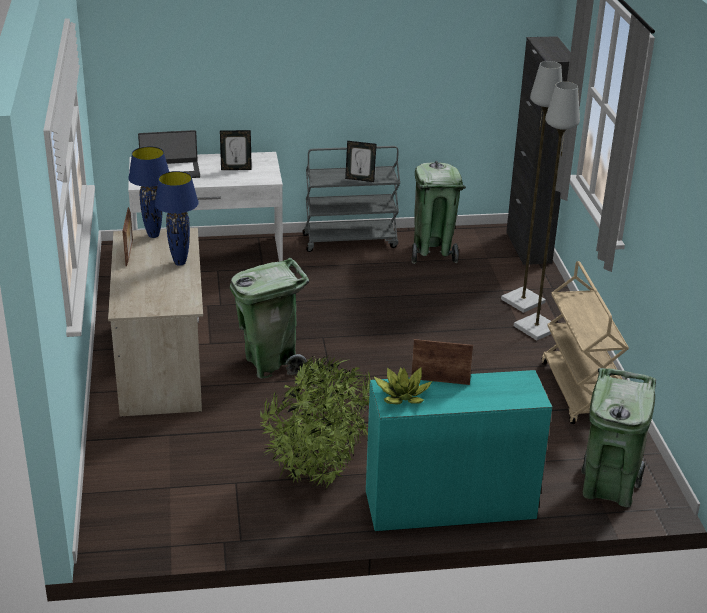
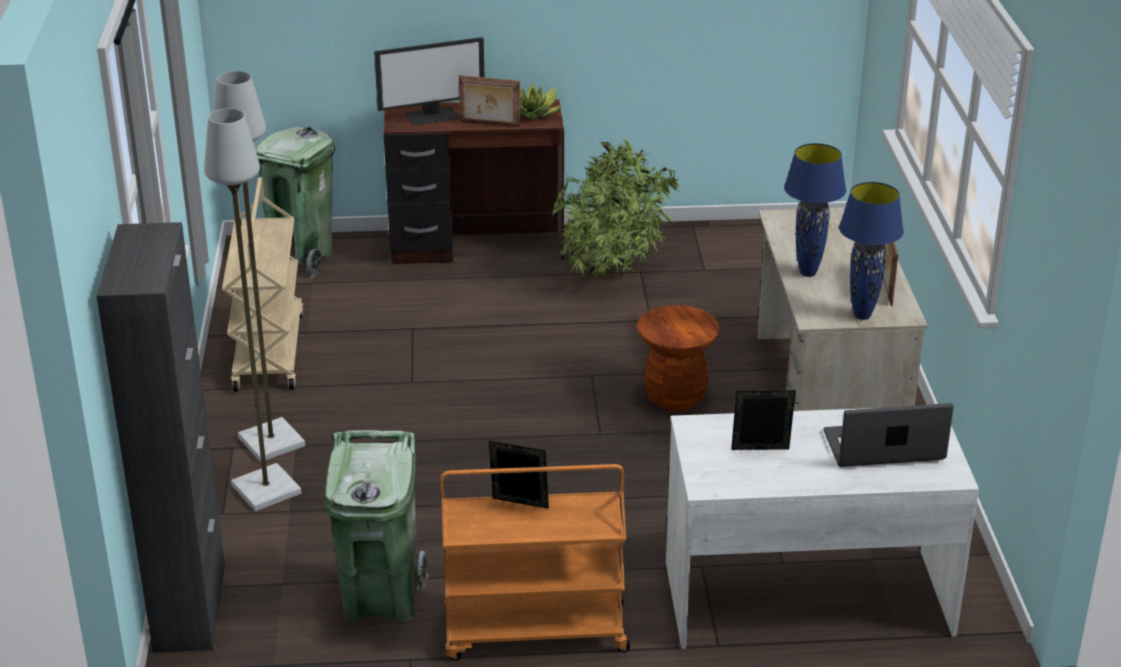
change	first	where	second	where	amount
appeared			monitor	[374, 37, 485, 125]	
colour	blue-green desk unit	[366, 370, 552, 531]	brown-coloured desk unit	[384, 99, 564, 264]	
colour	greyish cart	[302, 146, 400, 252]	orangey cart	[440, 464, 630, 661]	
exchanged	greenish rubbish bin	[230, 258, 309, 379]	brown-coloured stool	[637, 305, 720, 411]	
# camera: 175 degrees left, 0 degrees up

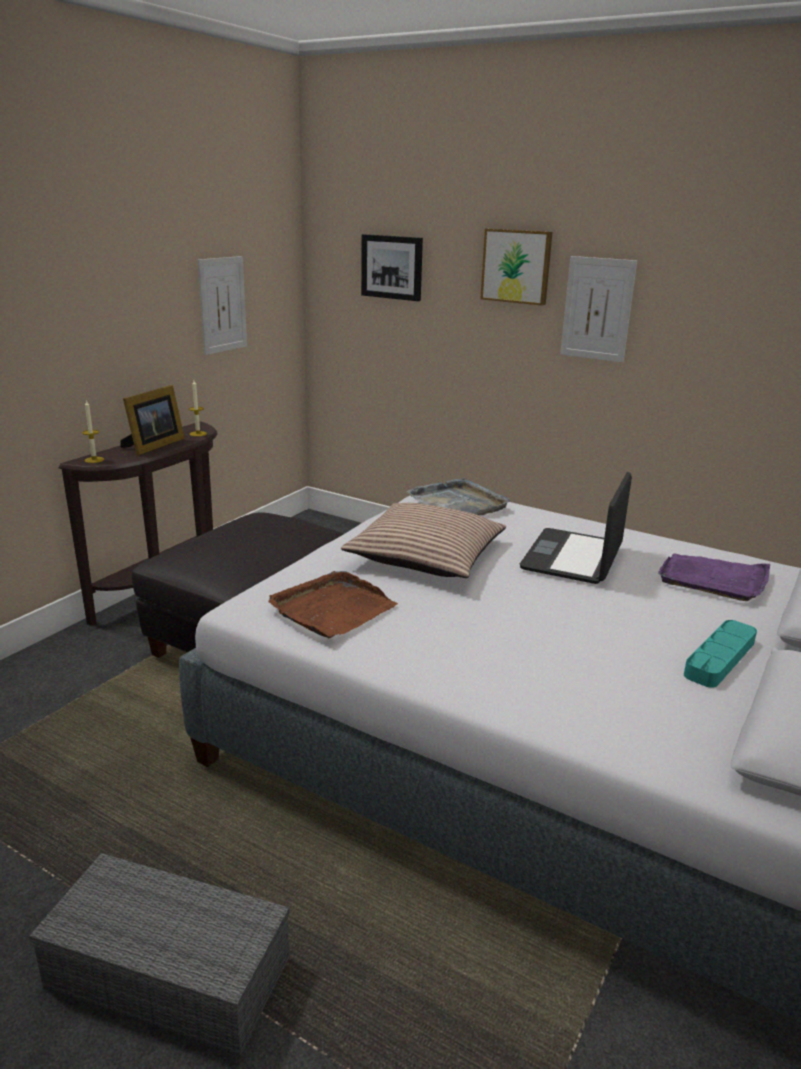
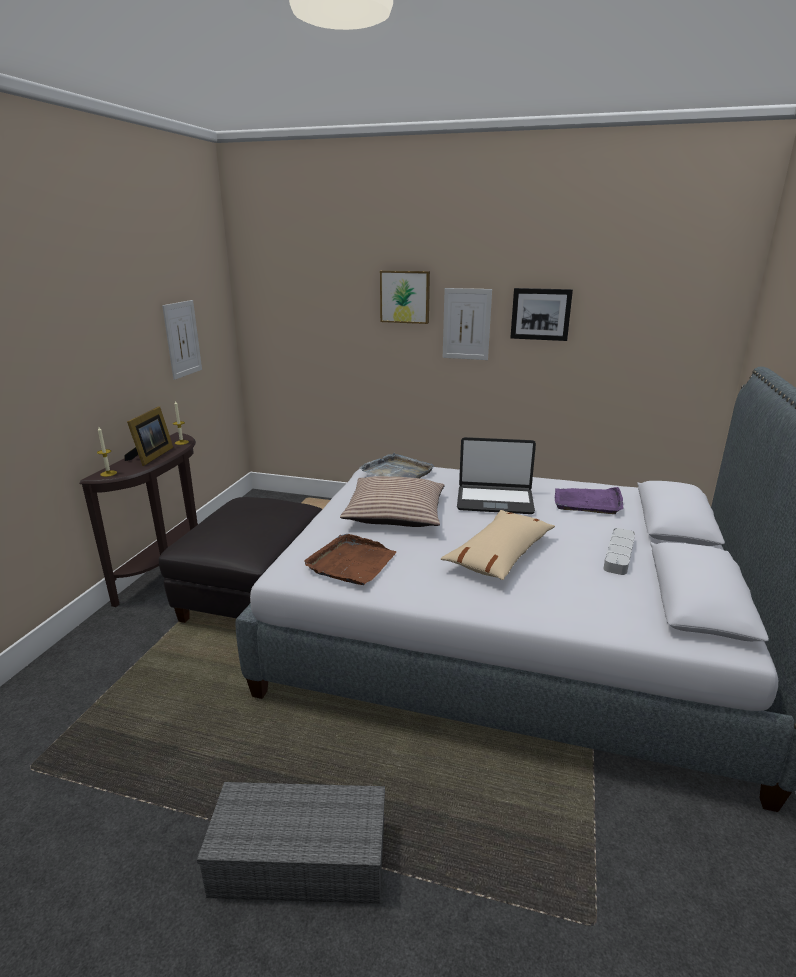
change	first	where	second	where	amount
appeared			sand-coloured cushion	[441, 510, 555, 580]	
spun	portable computer	[520, 472, 632, 584]		[457, 437, 536, 514]	90 degrees counterclockwise
relocated	wall picture	[361, 234, 423, 301]		[510, 288, 573, 341]	
colour	blue-green carrying tray	[684, 620, 757, 688]	greyish carrying tray	[603, 528, 635, 575]	
# camera: 15 degrees left, 0 degrees up

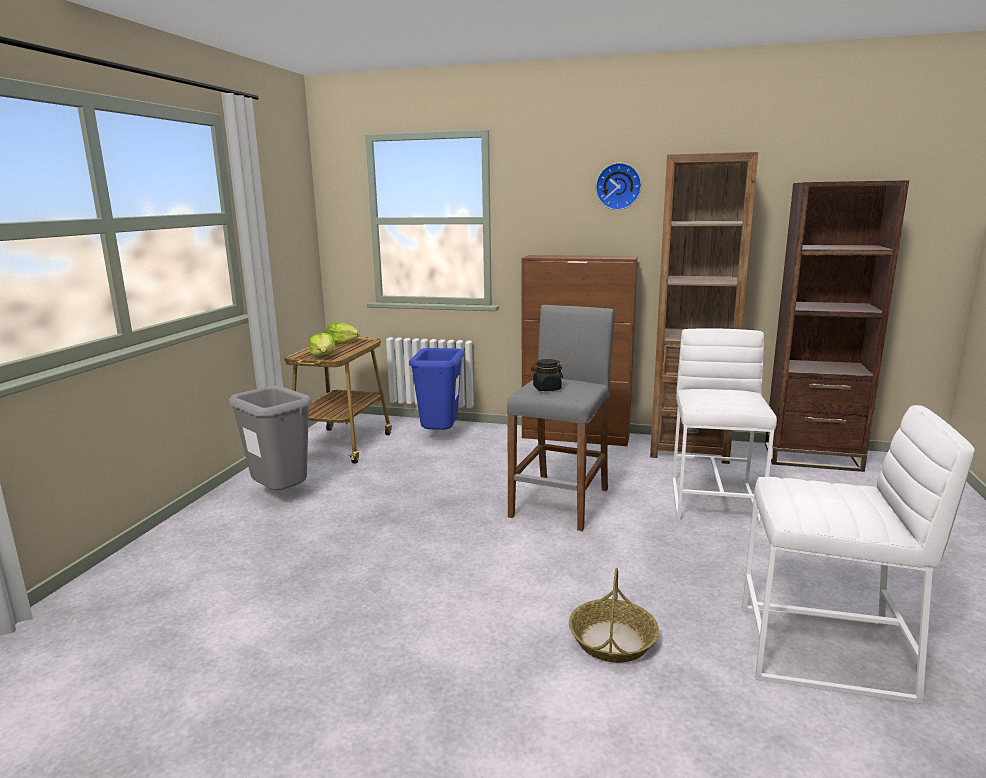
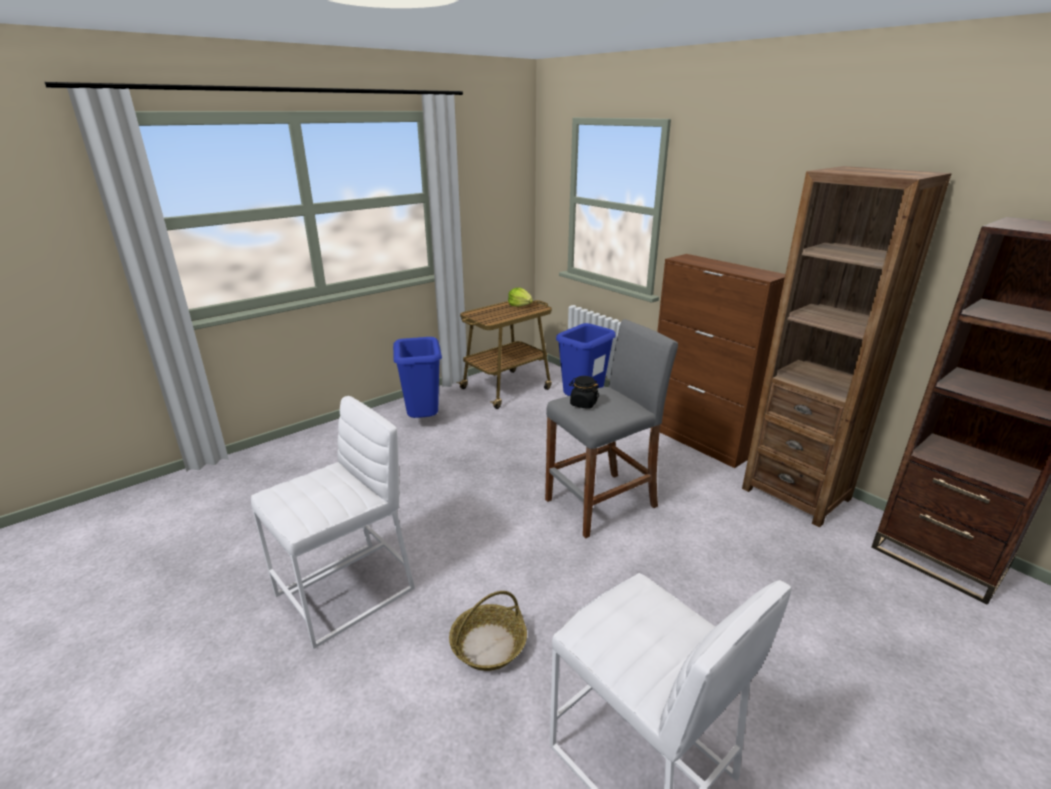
change	first	where	second	where	amount
relocated	white-coloured stool	[672, 328, 777, 527]		[251, 396, 415, 649]	
colour	greyish rubbish bin	[229, 386, 312, 490]	bluish rubbish bin	[393, 337, 442, 418]	
missing	lettuce head	[309, 333, 335, 356]			
missing	wall clock	[596, 163, 642, 210]			
# camera: 35 degrees right, 10 degrees up

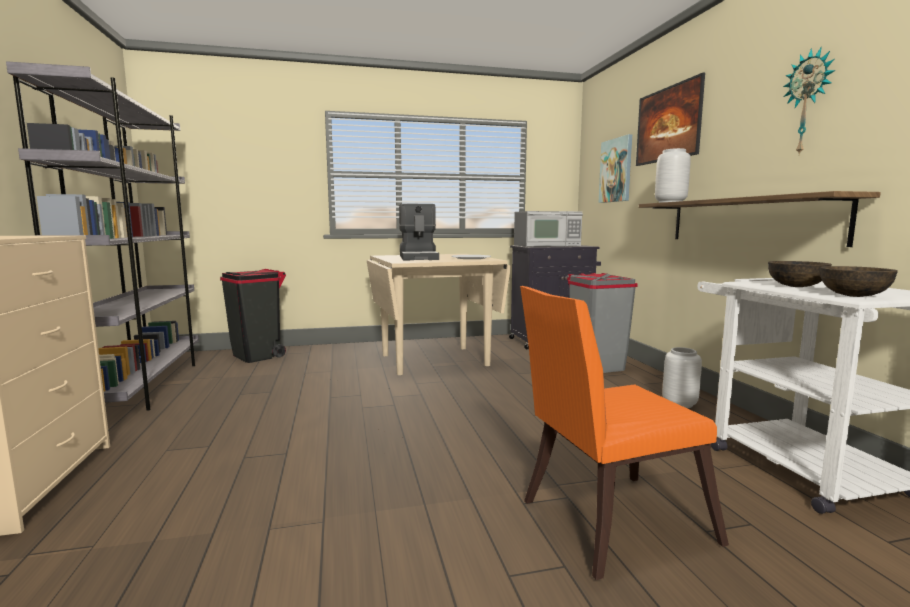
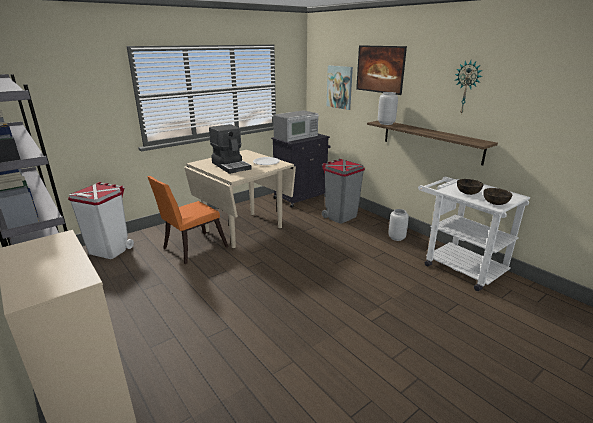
change	first	where	second	where	amount
colour	black-coloured rubbish bin	[220, 269, 286, 363]	white-coloured rubbish bin	[68, 182, 134, 259]	
relocated	orangey chair	[520, 286, 729, 580]		[147, 176, 228, 264]	
# camera: 25 degrees left, 15 degrees up

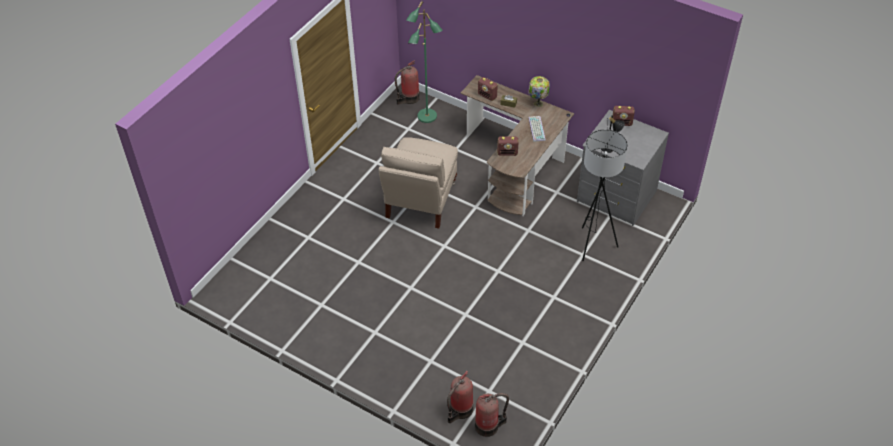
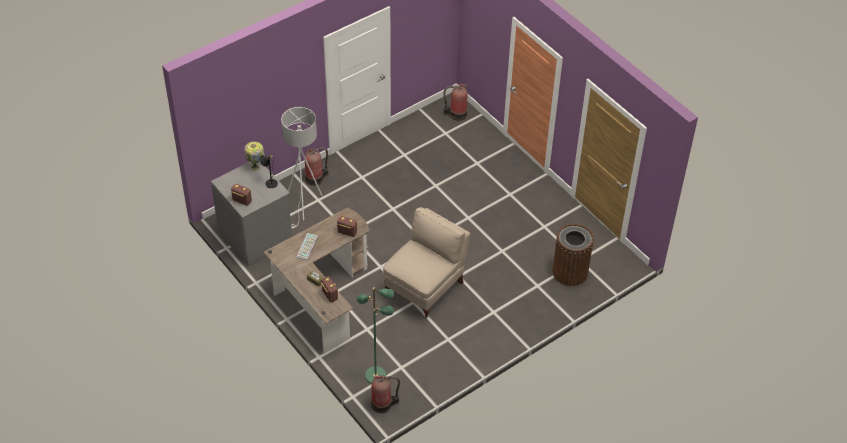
change	first	where	second	where	amount
relocated	table lamp	[528, 76, 550, 107]		[244, 141, 265, 171]	
colour	black-coloured standing lamp	[582, 129, 628, 261]	white-coloured standing lamp	[281, 107, 322, 228]	
relocated	extinguisher	[447, 371, 473, 423]		[305, 148, 328, 186]	
appeared			brown-coloured rubbish bin	[552, 223, 594, 286]	
# camera: 160 degrees left, 0 degrees up

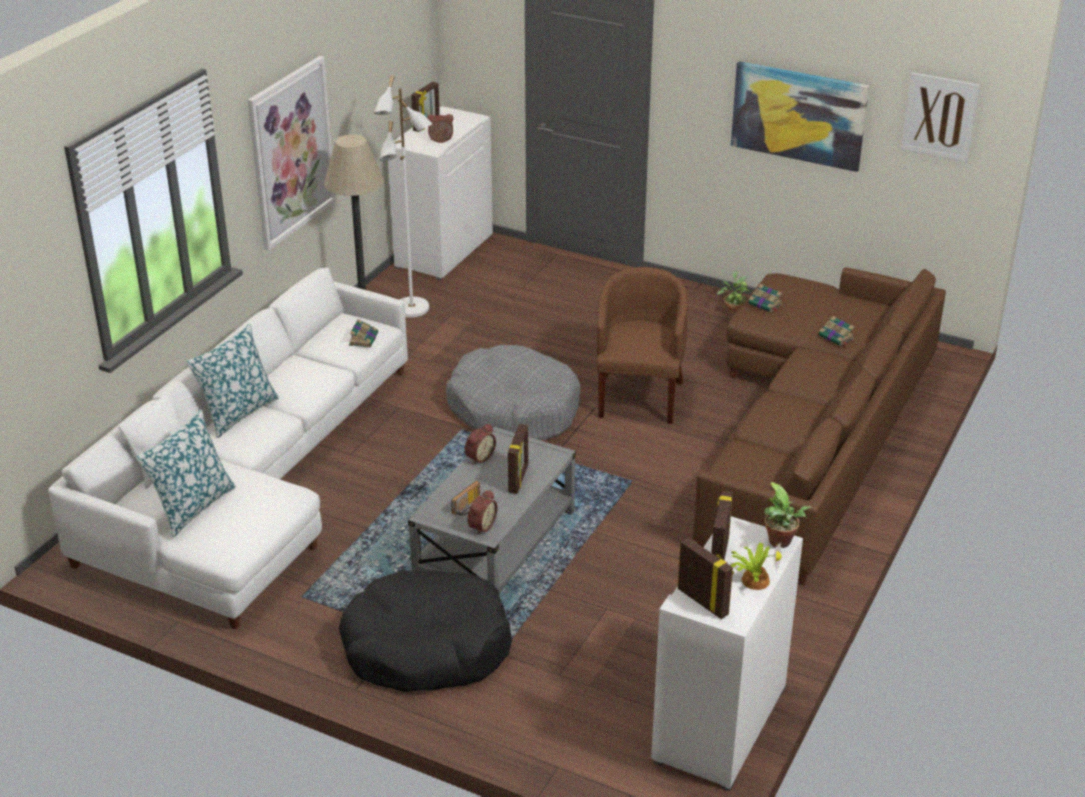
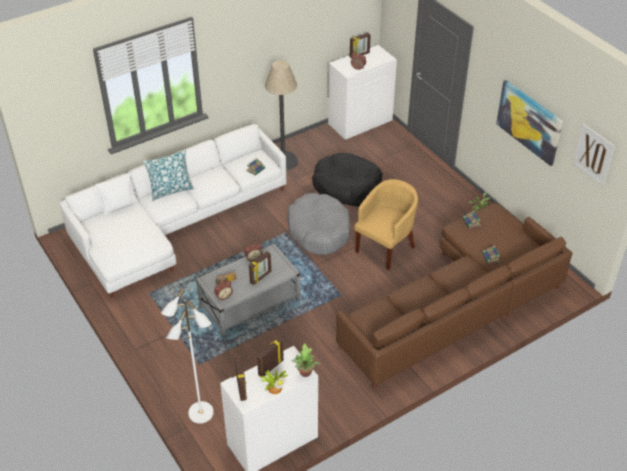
change	first	where	second	where	amount
relocated	white-coloured standing lamp	[374, 75, 433, 317]		[161, 289, 214, 424]	
relocated	black-coloured dog bed	[339, 570, 512, 692]		[312, 153, 383, 206]	
colour	brown-coloured easy chair	[597, 267, 688, 424]	yellow-coloured easy chair	[354, 179, 418, 270]	
missing	cushion	[136, 409, 236, 537]			
missing	wall picture	[248, 56, 336, 251]			
# camera: 30 degrees right, 10 degrees up

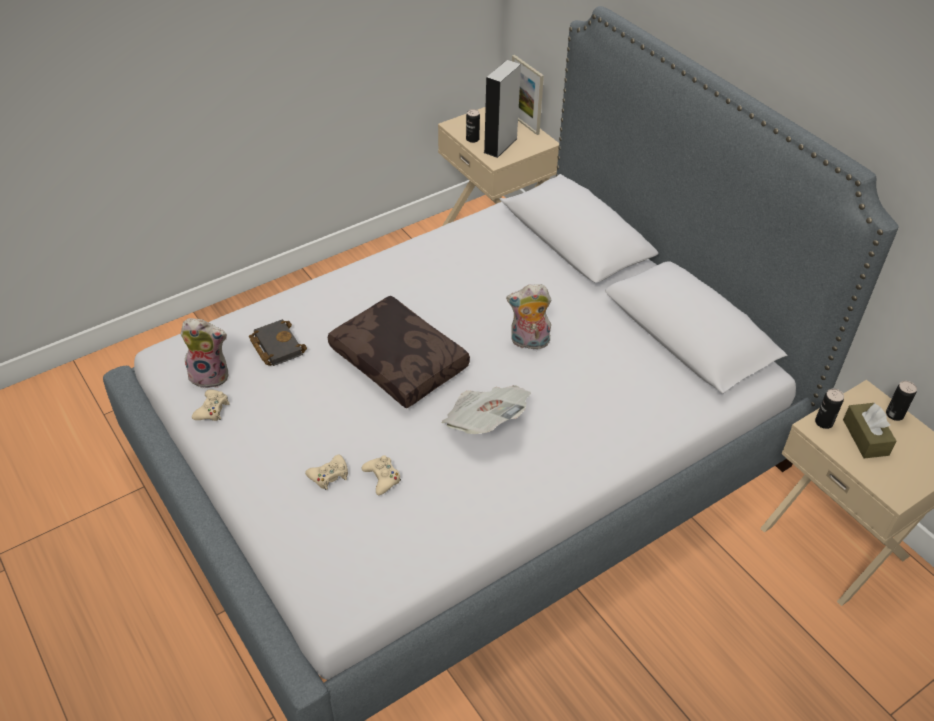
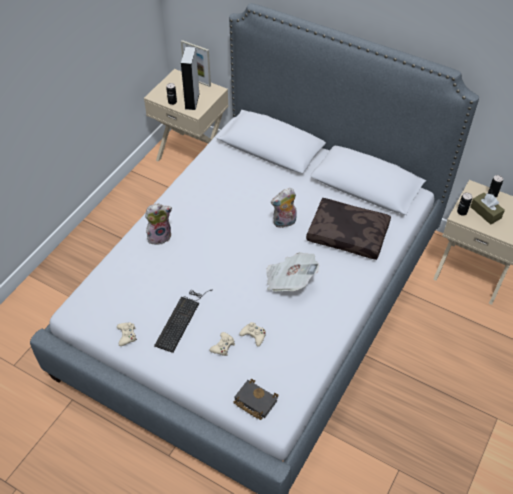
change	first	where	second	where	amount
relocated	soft toy	[180, 318, 229, 388]		[145, 203, 172, 245]	
appeared			PC keyboard	[154, 289, 213, 353]	
relocated	black-coloured book	[249, 319, 307, 366]		[233, 379, 279, 420]	
relocated	brown-coloured cushion	[328, 295, 470, 409]		[306, 198, 391, 260]	
# camera: 25 degrees left, 5 degrees up

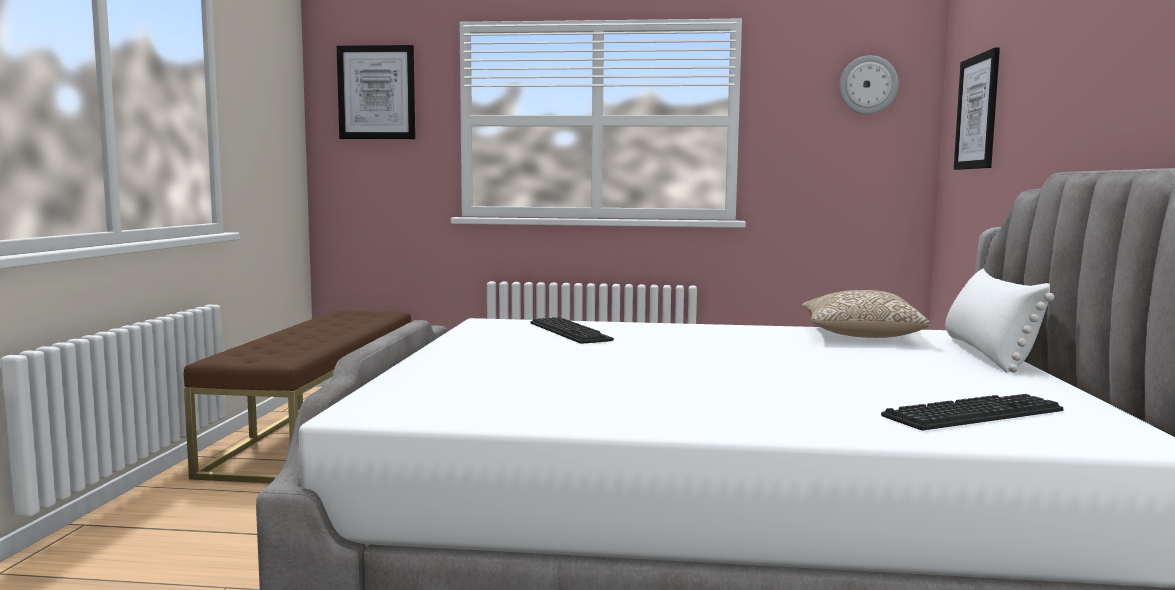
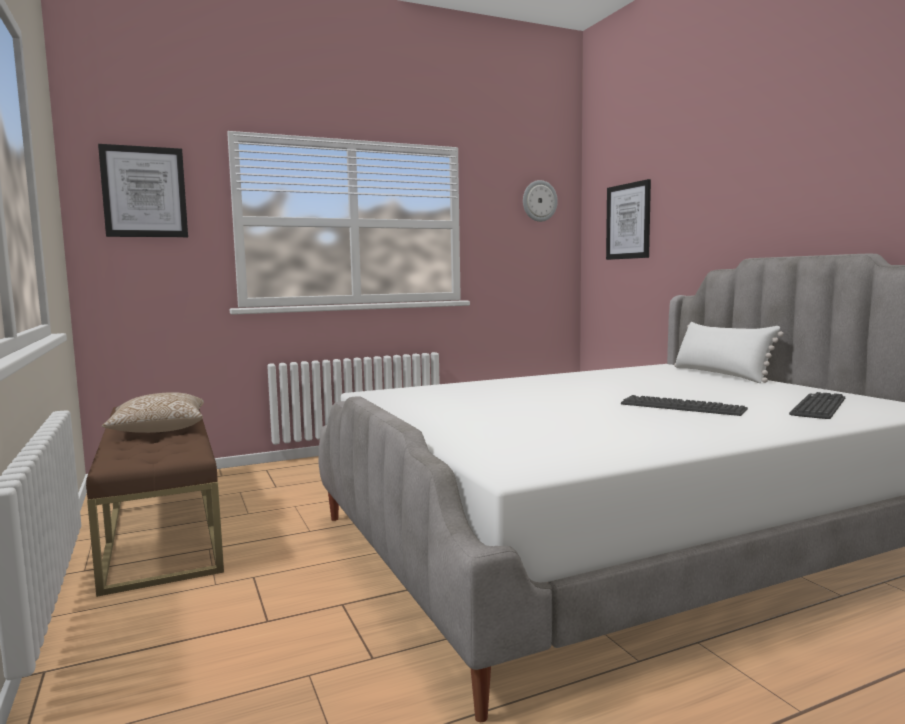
change	first	where	second	where	amount
relocated	cushion	[802, 290, 930, 338]		[102, 392, 204, 433]	
relocated	PC keyboard	[530, 317, 614, 343]		[621, 395, 748, 416]	
# camera: 30 degrees left, 0 degrees up

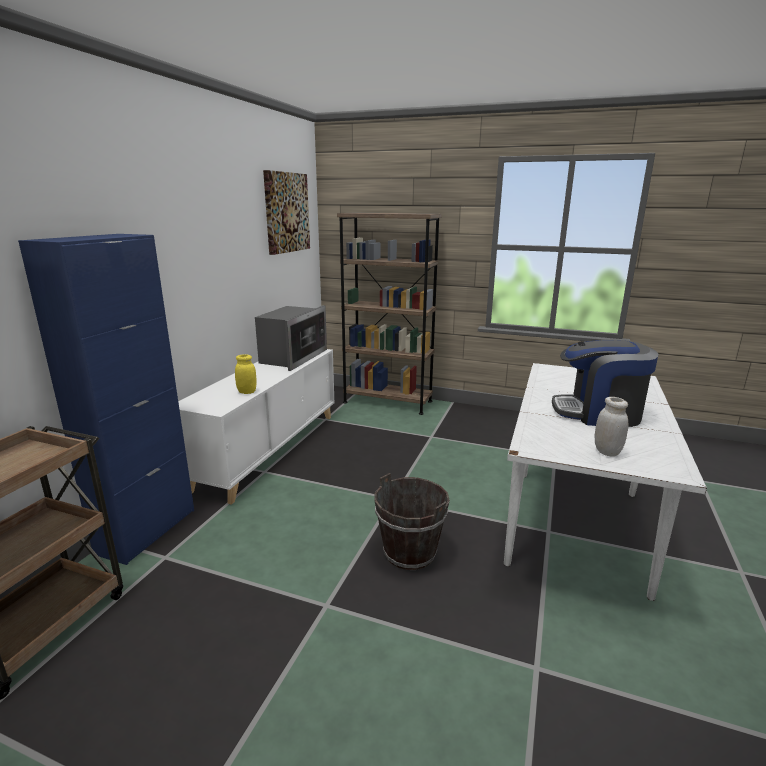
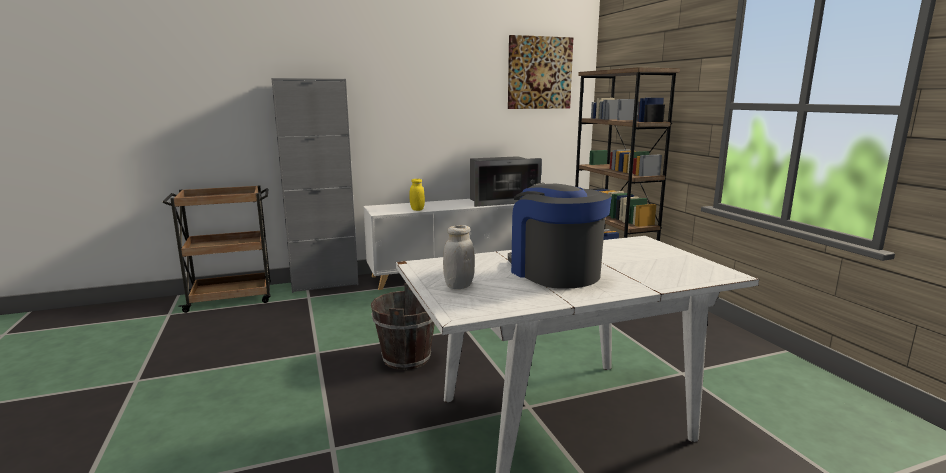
change	first	where	second	where	amount
colour	bluish cupboard	[18, 234, 194, 565]	greyish cupboard	[271, 78, 358, 293]	
# camera: 50 degrees right, 5 degrees down

